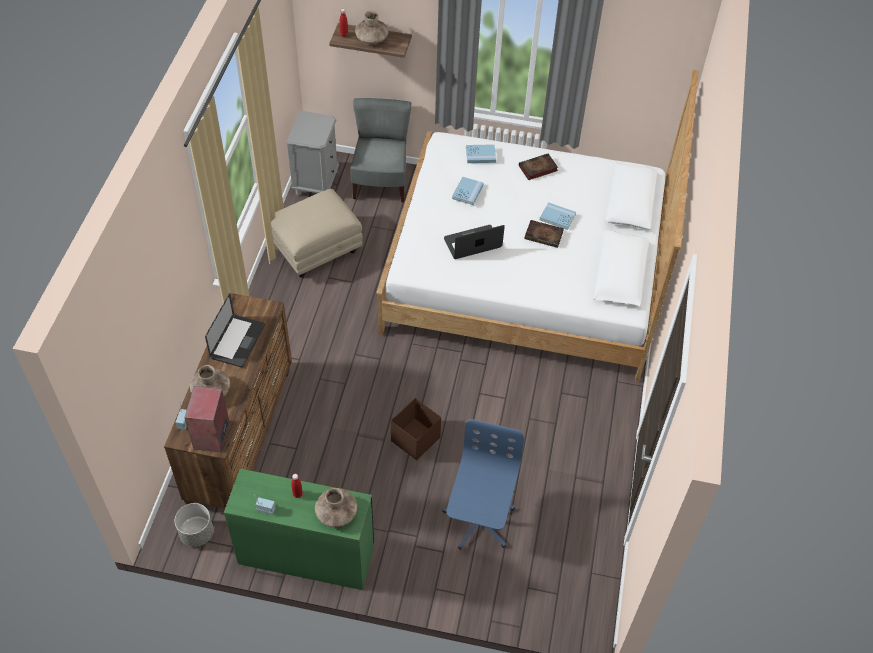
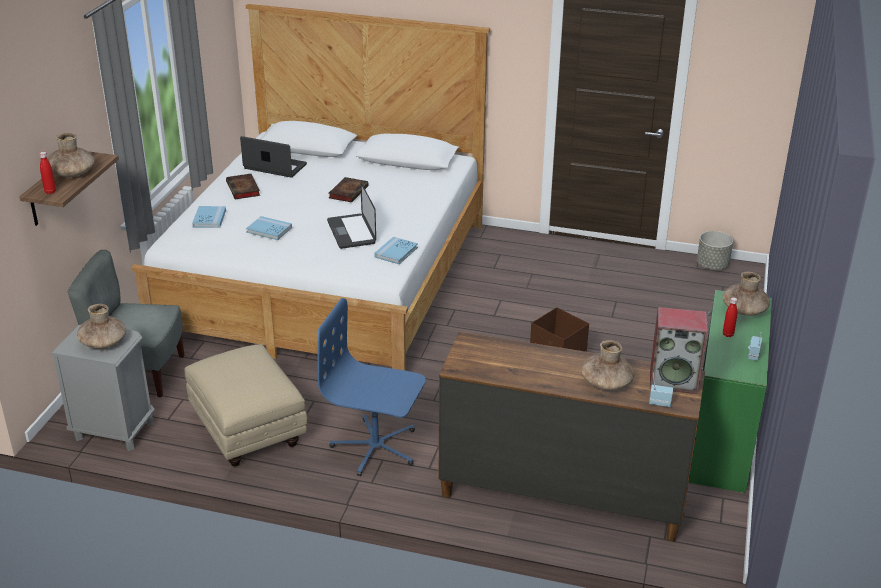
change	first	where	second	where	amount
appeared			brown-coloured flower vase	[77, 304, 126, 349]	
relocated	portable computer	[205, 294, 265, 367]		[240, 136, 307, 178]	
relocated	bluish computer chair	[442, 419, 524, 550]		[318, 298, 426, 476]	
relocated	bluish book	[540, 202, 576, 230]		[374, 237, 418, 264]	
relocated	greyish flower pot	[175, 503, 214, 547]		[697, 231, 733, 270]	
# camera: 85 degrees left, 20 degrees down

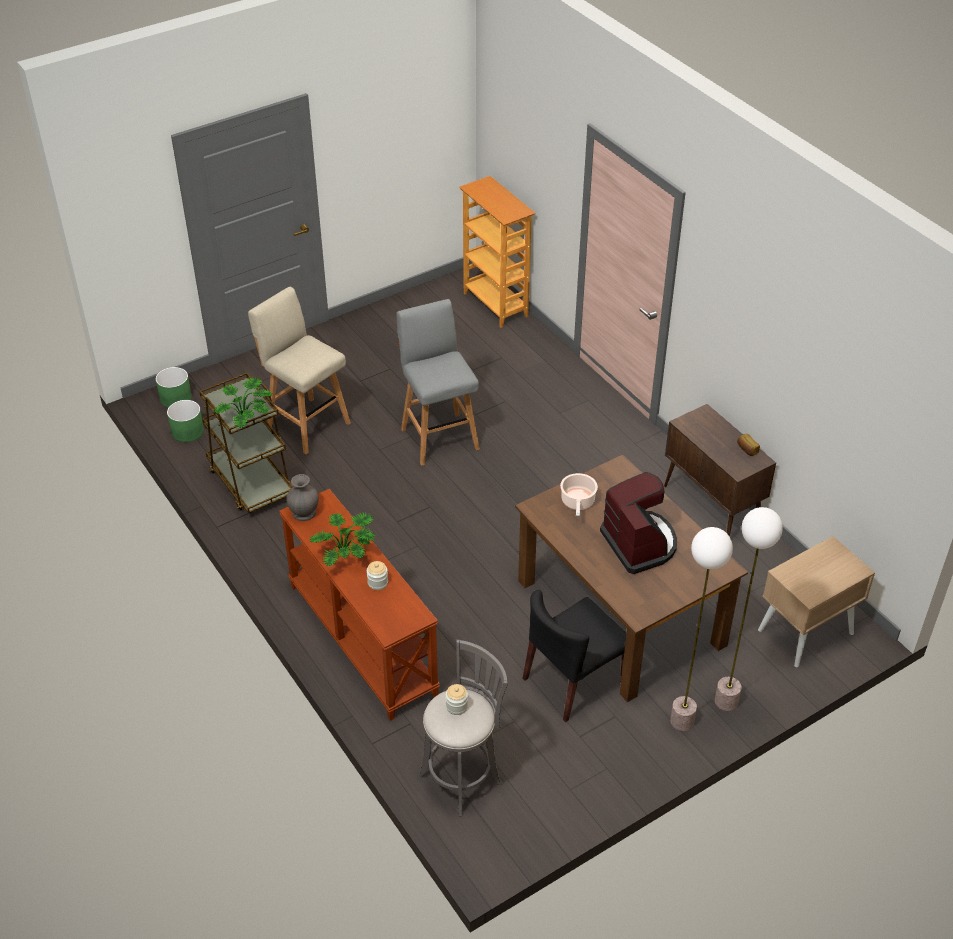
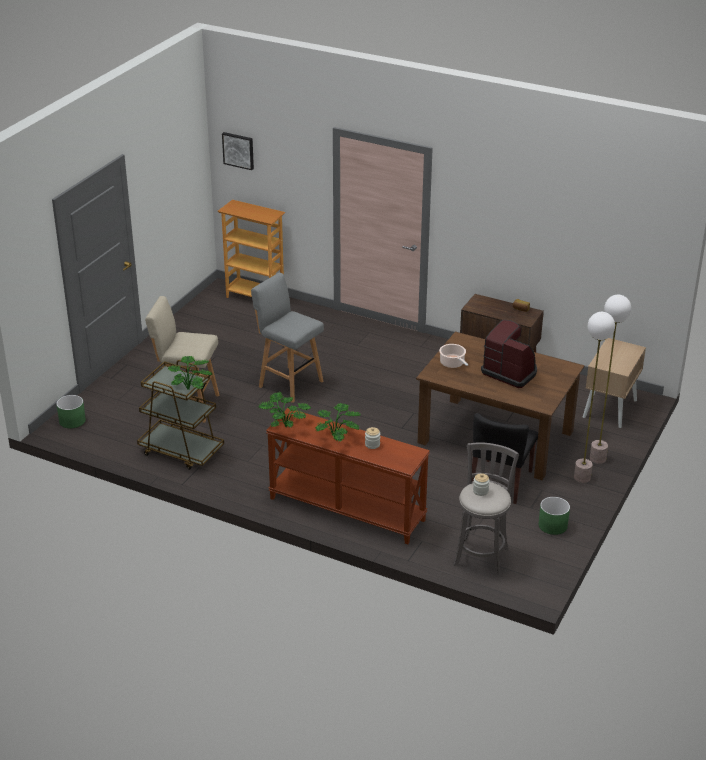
change	first	where	second	where	amount
appeared			wall picture	[222, 132, 254, 170]	
exchanged	greyish flower vase	[286, 474, 319, 521]	plant in a pot	[258, 392, 311, 428]	
relocated	greenish flower pot	[167, 400, 204, 442]		[538, 497, 570, 535]	
# camera: 30 degrees left, 10 degrees down

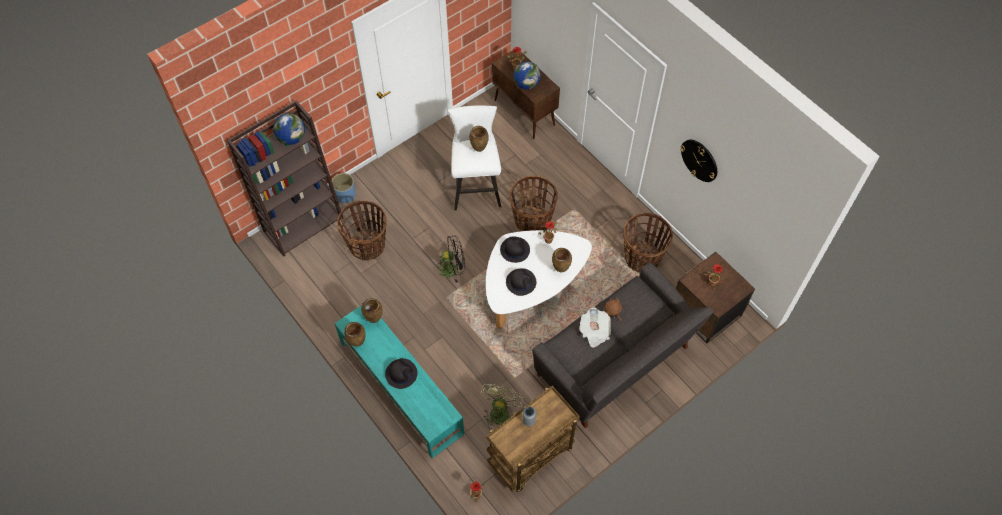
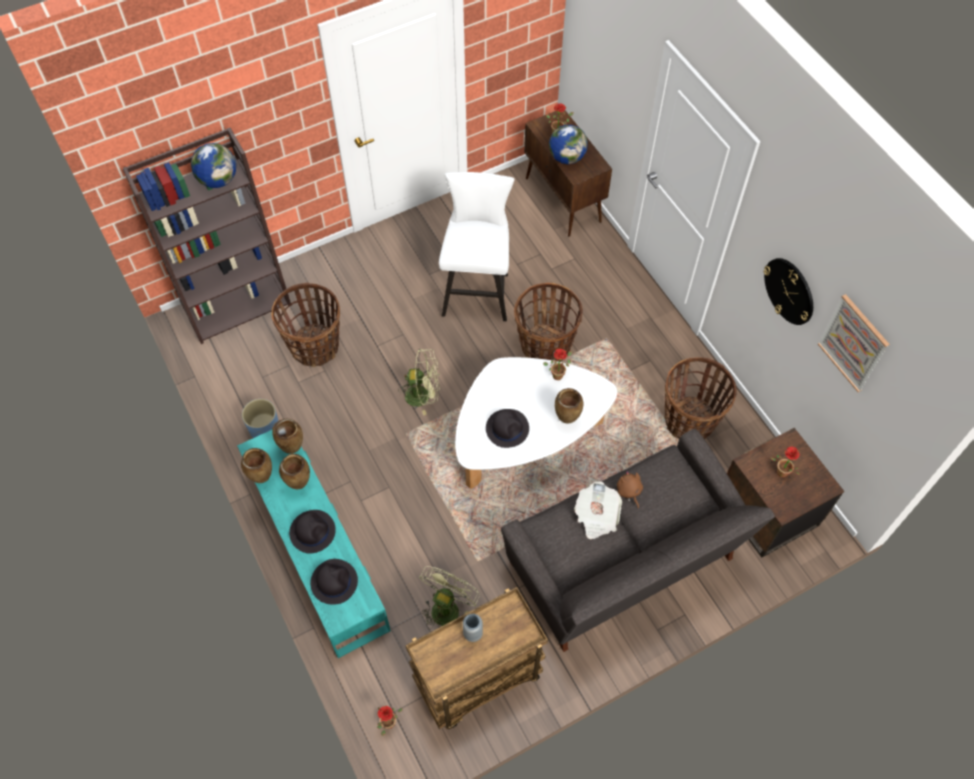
change	first	where	second	where	amount
relocated	bluish flower pot	[332, 173, 356, 203]		[242, 399, 278, 438]	
relocated	brown-coloured flower vase	[469, 126, 489, 152]		[279, 454, 310, 489]	
relocated	black-coloured hat	[500, 236, 530, 263]		[310, 559, 358, 605]	
colour	black-coloured cooling fan	[434, 235, 465, 283]	greenish cooling fan	[398, 349, 440, 415]	
appeared			wall picture	[818, 294, 889, 392]	
# camera: 10 degrees right, 0 degrees up

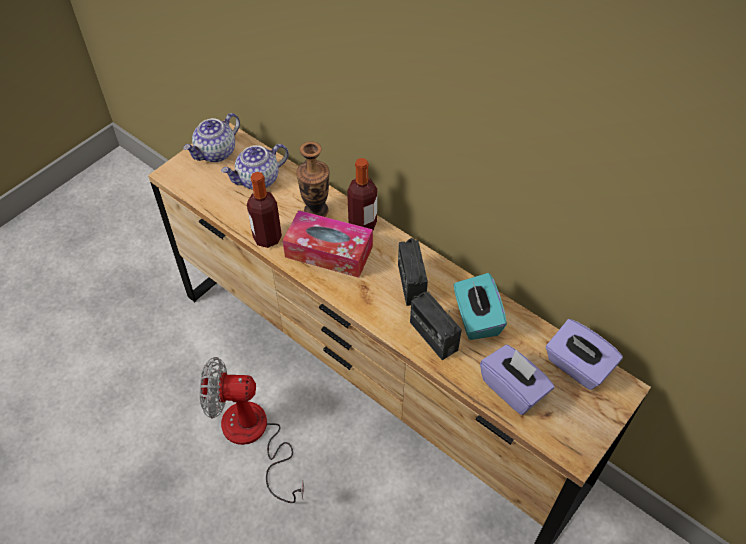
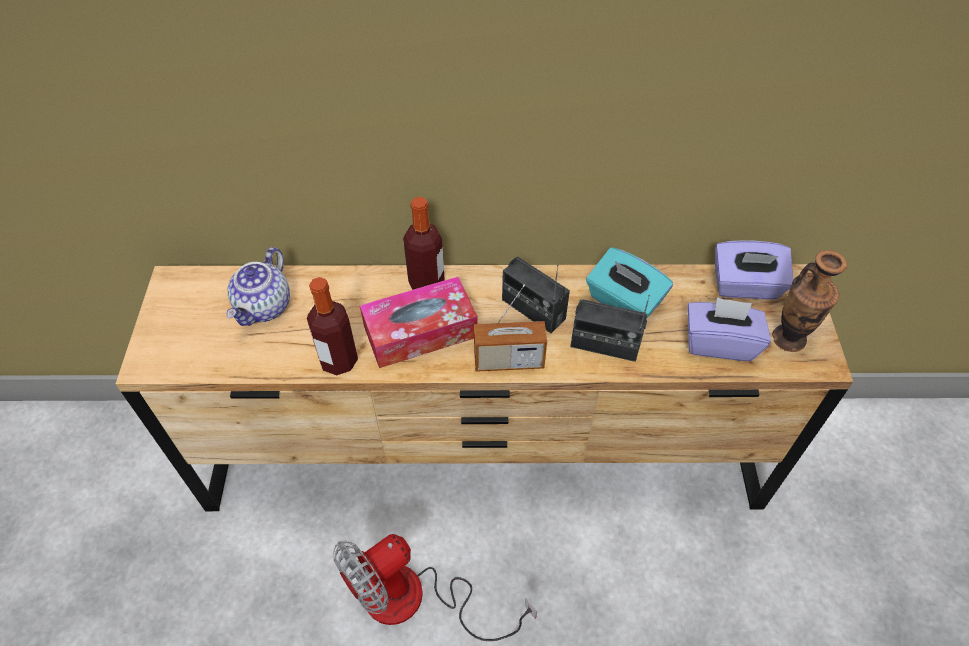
change	first	where	second	where	amount
appeared			radio	[474, 284, 547, 372]	
relocated	flower vase	[296, 141, 330, 217]		[772, 250, 847, 352]	
missing	tea pot	[183, 113, 240, 162]			
# camera: 40 degrees left, 0 degrees up

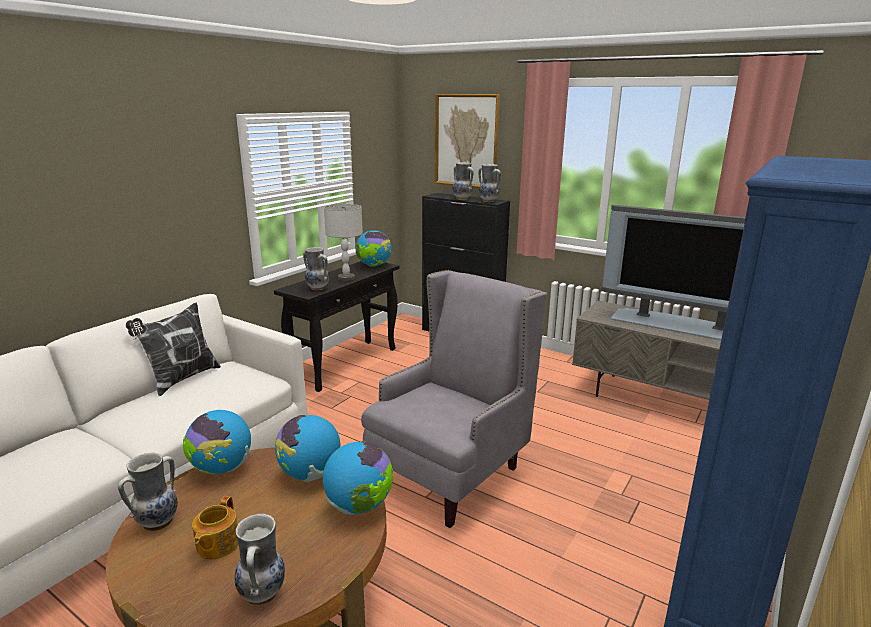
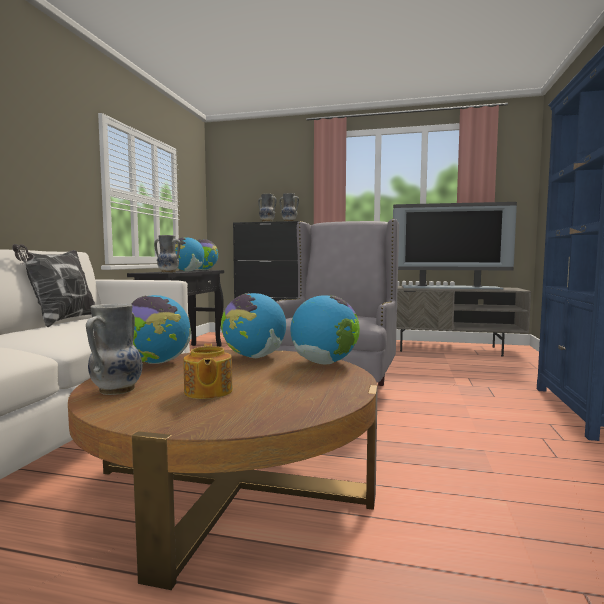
change	first	where	second	where	amount
exchanged	greyish table lamp	[324, 204, 363, 281]	globe	[175, 237, 205, 272]	
missing	flower vase	[235, 514, 285, 605]			
missing	wall picture	[435, 94, 500, 188]			
# camera: 20 degrees left, 15 degrees down

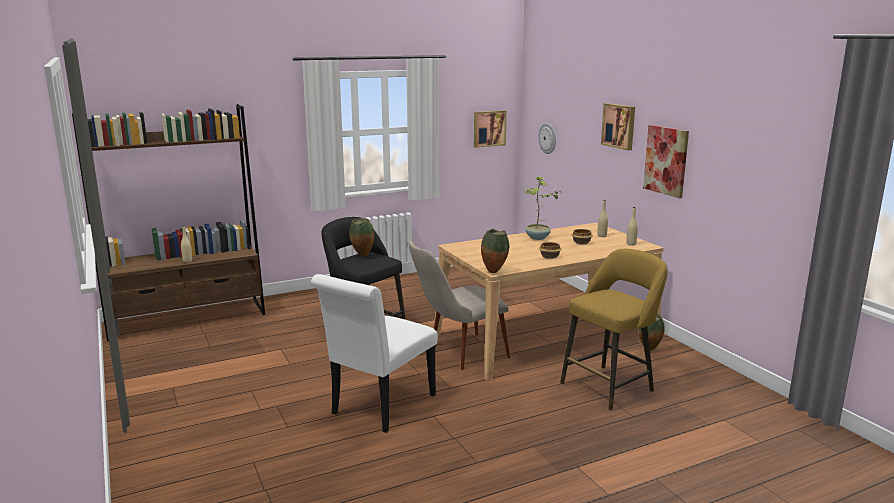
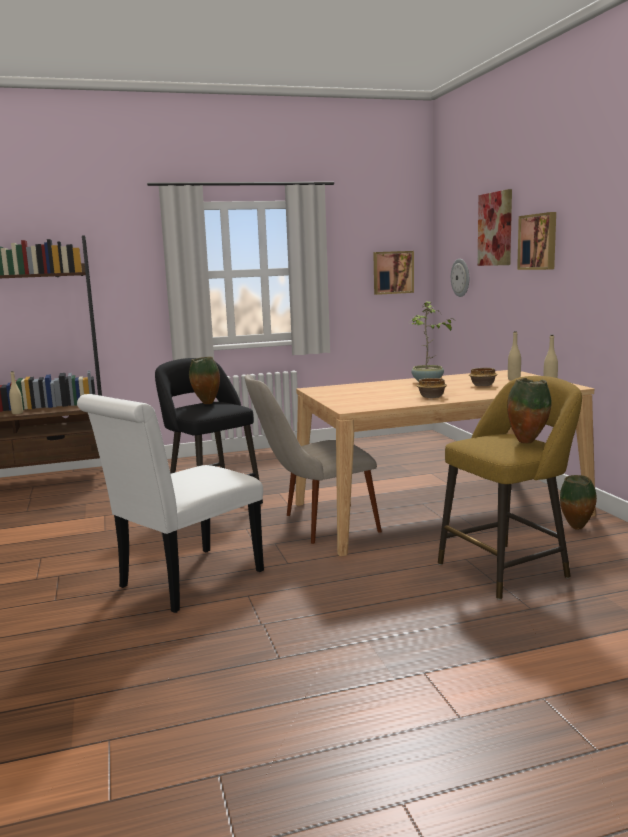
change	first	where	second	where	amount
relocated	wall picture	[643, 125, 689, 198]		[478, 189, 512, 266]	
relocated	flower vase	[481, 229, 509, 273]		[507, 378, 552, 443]	
# camera: 10 degrees right, 5 degrees down

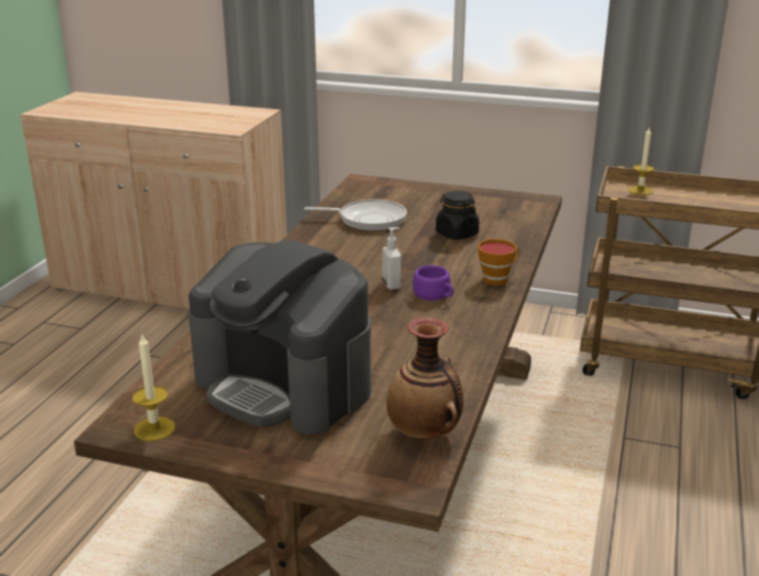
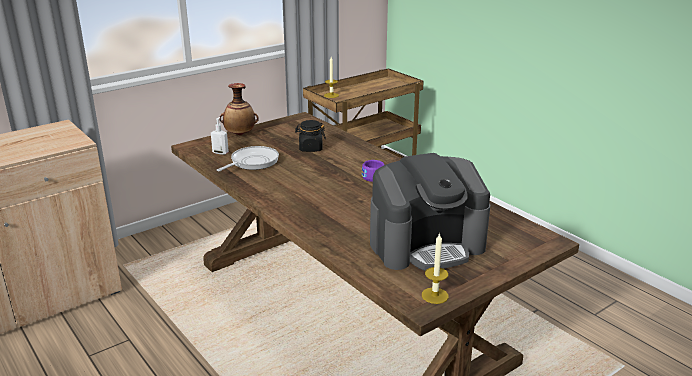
change	first	where	second	where	amount
relocated	soap dispenser	[382, 227, 401, 290]		[211, 117, 229, 155]	
relocated	flower vase	[387, 318, 464, 439]		[219, 83, 259, 136]	
missing	small cup	[478, 239, 520, 285]			
# camera: 55 degrees left, 0 degrees up

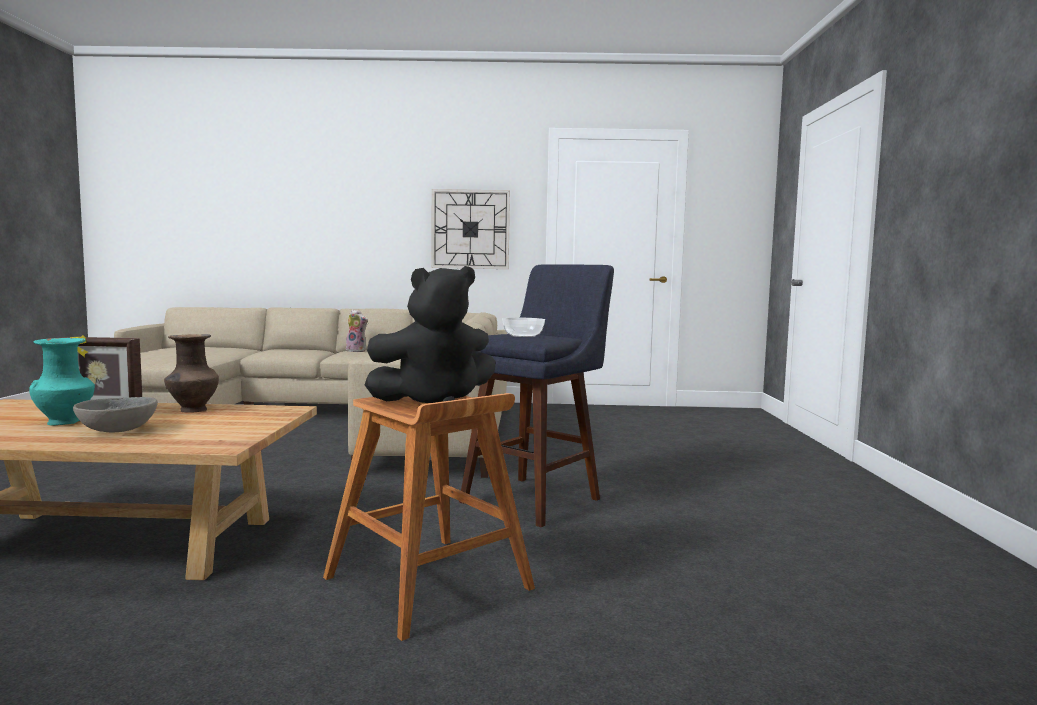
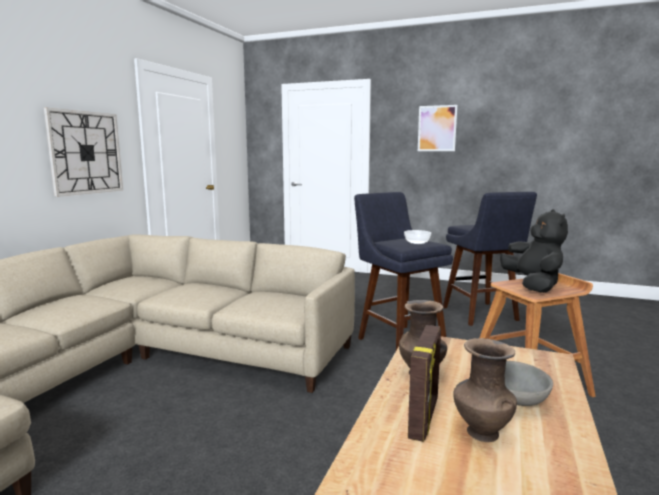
change	first	where	second	where	amount
appeared			wall picture	[418, 105, 458, 151]	
appeared			bluish stool	[443, 192, 537, 326]	
colour	blue-green flower vase	[29, 338, 95, 425]	brown-coloured flower vase	[453, 338, 517, 442]	
missing	soft toy	[346, 309, 368, 352]			
# camera: 70 degrees left, 5 degrees up

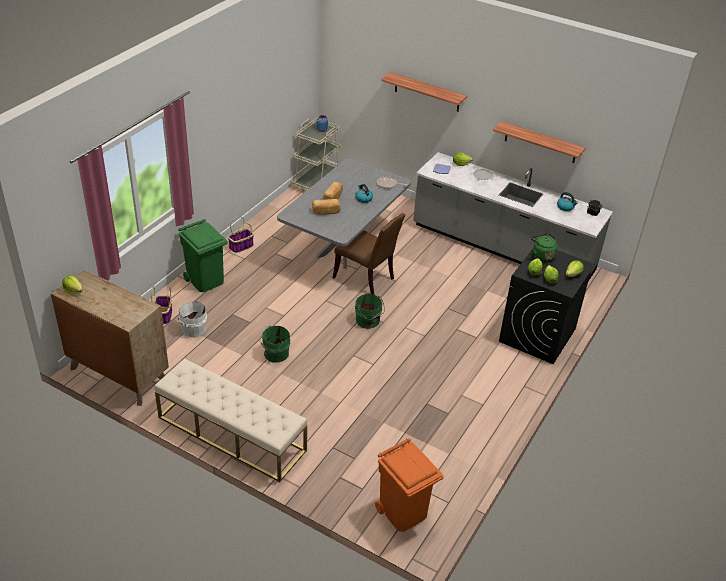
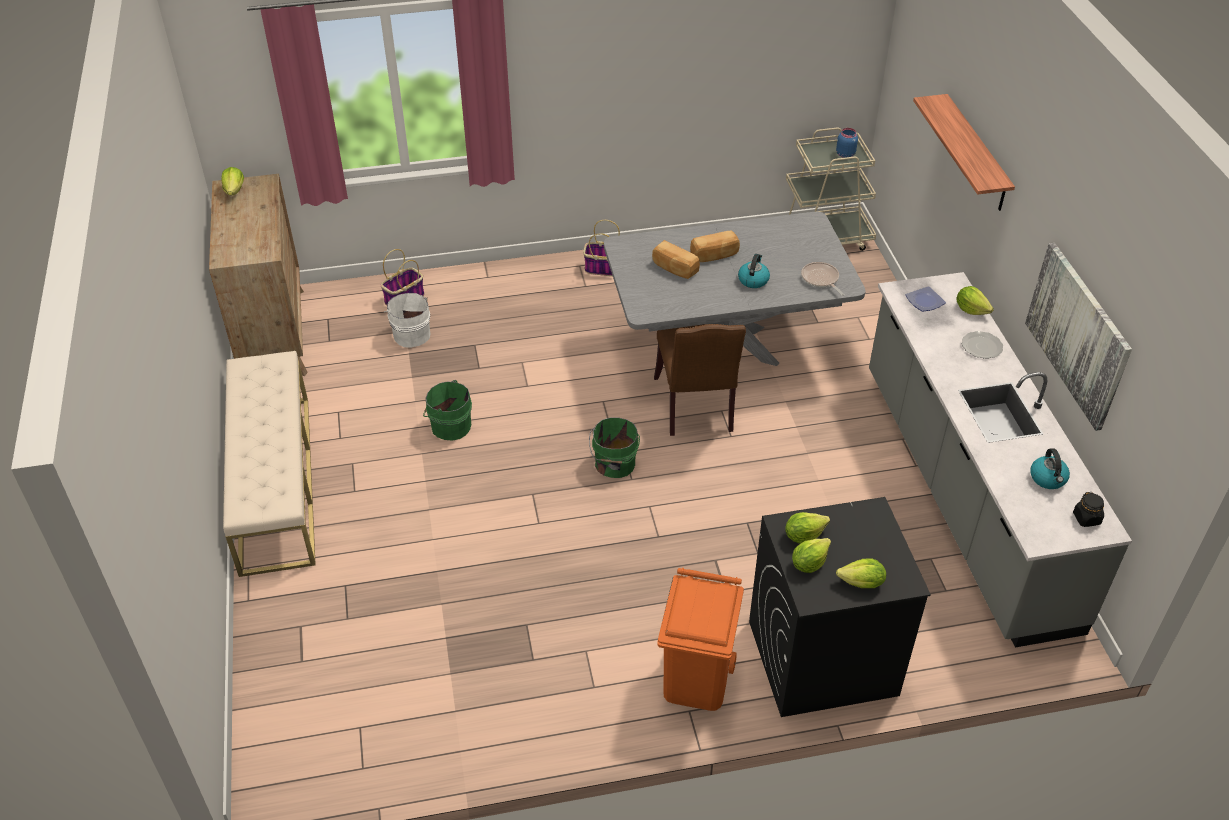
change	first	where	second	where	amount
relocated	orangey rubbish bin	[375, 438, 444, 532]		[657, 568, 744, 711]	
exchanged	bracket shelf	[493, 121, 585, 163]	wall picture	[1025, 243, 1132, 431]	
missing	greenish rubbish bin	[178, 219, 228, 292]			
missing	greenish kettle	[531, 233, 557, 262]			
# camera: 50 degrees right, 5 degrees up

